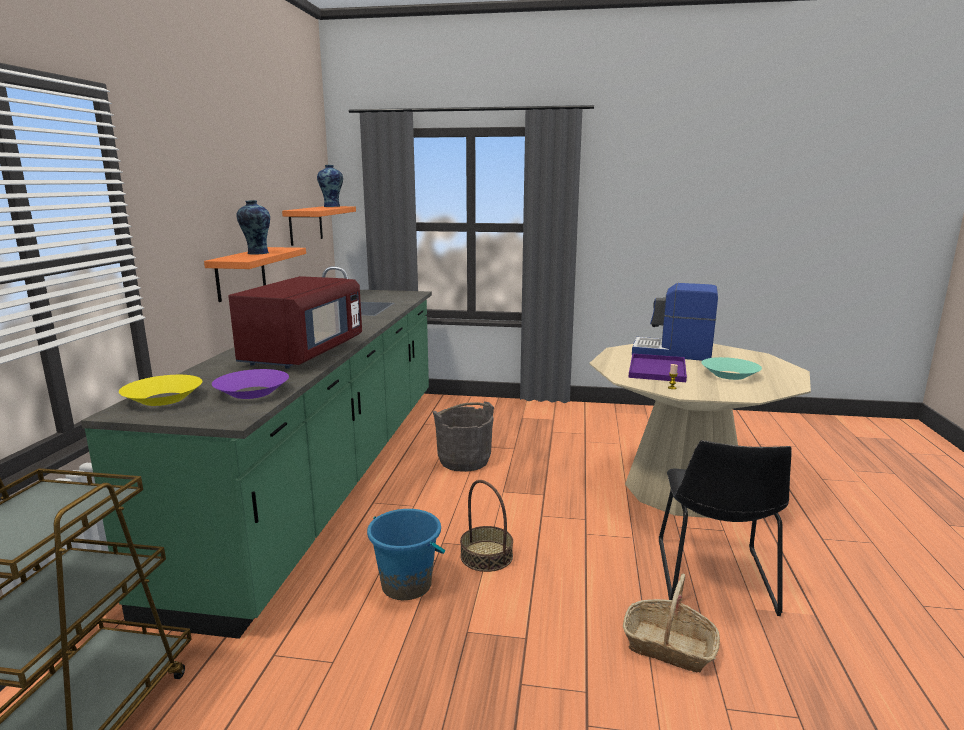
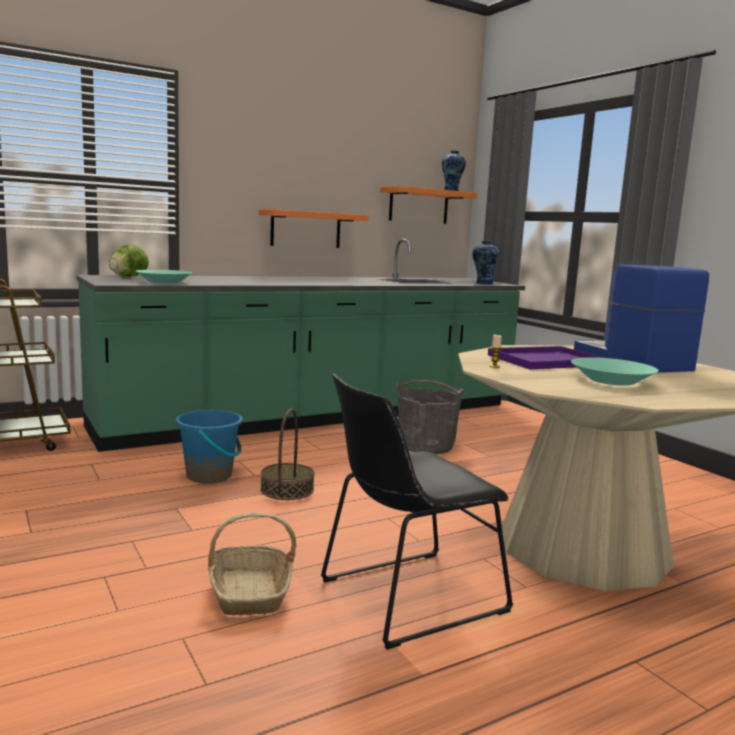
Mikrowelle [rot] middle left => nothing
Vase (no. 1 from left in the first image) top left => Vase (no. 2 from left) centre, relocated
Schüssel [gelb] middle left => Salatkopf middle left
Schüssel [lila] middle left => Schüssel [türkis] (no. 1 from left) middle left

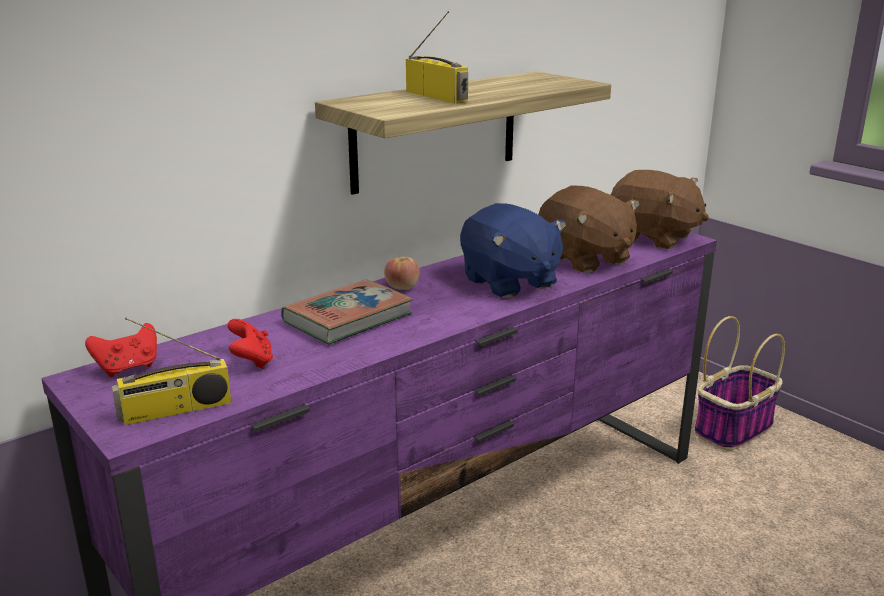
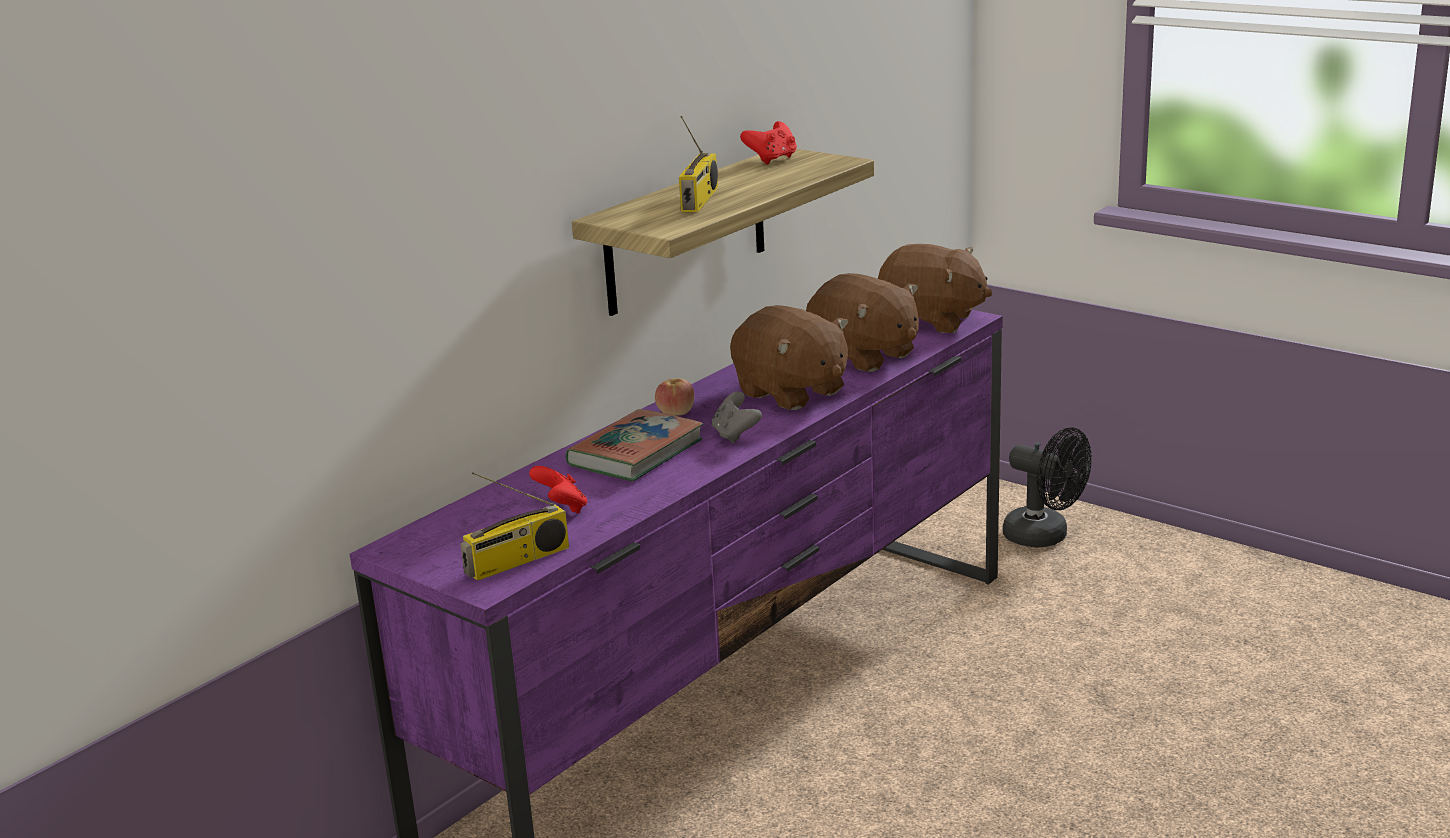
nothing => Gamepad [grau] centre
Gamepad [rot] (no. 1 from left in the first image) middle left => Gamepad [rot] (no. 2 from left) top centre, relocated
Korb middle right => Ventilator [schwarz] middle right
Plüschtier [blau] centre => Plüschtier [braun] (no. 1 from left) centre
Radio (no. 2 from left) top centre, 60 degrees clockwise

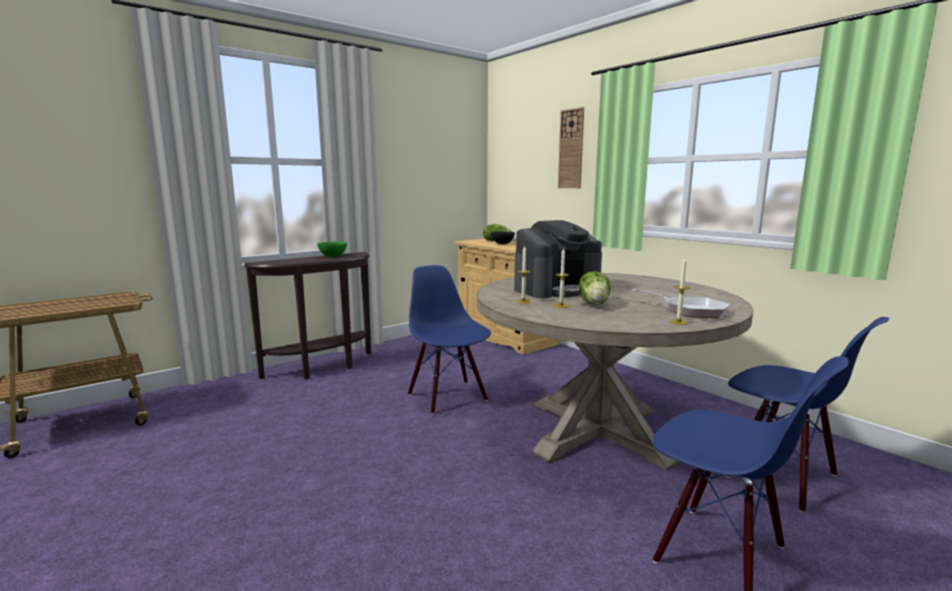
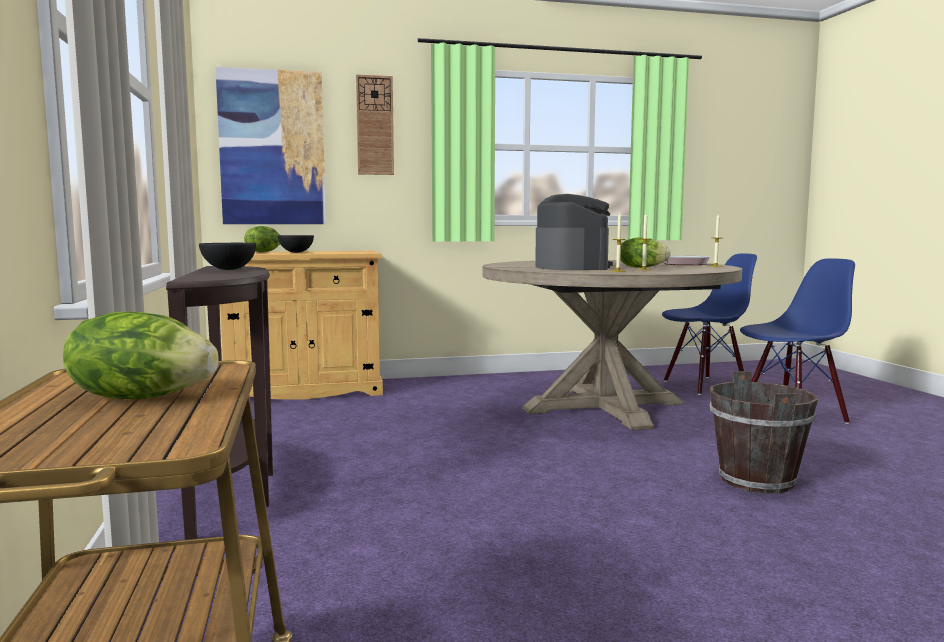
Stuhl [blau] (no. 1 from left) centre => nothing
nothing => Salatkopf (no. 1 from left) middle left
nothing => Bild top left
nothing => Eimer [braun] bottom right
Schüssel [grün] centre => Schüssel [schwarz] (no. 1 from left) middle left

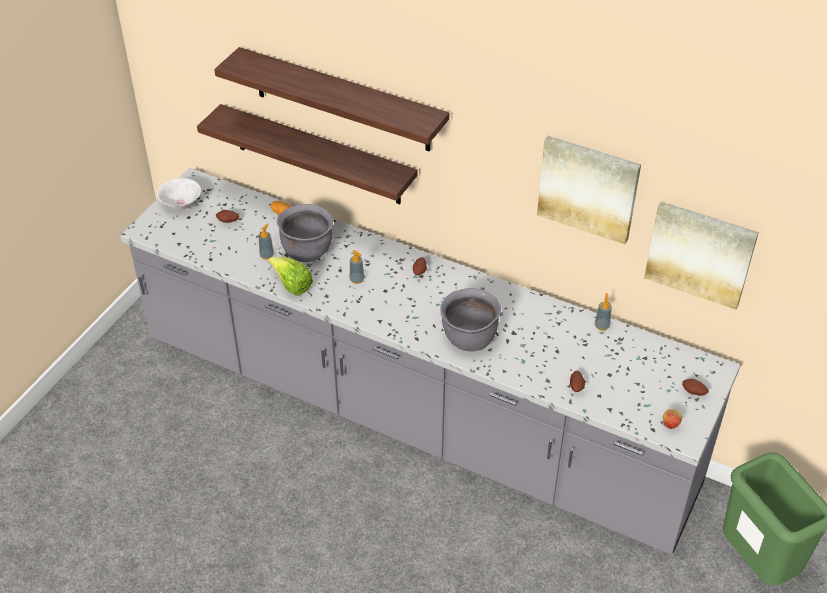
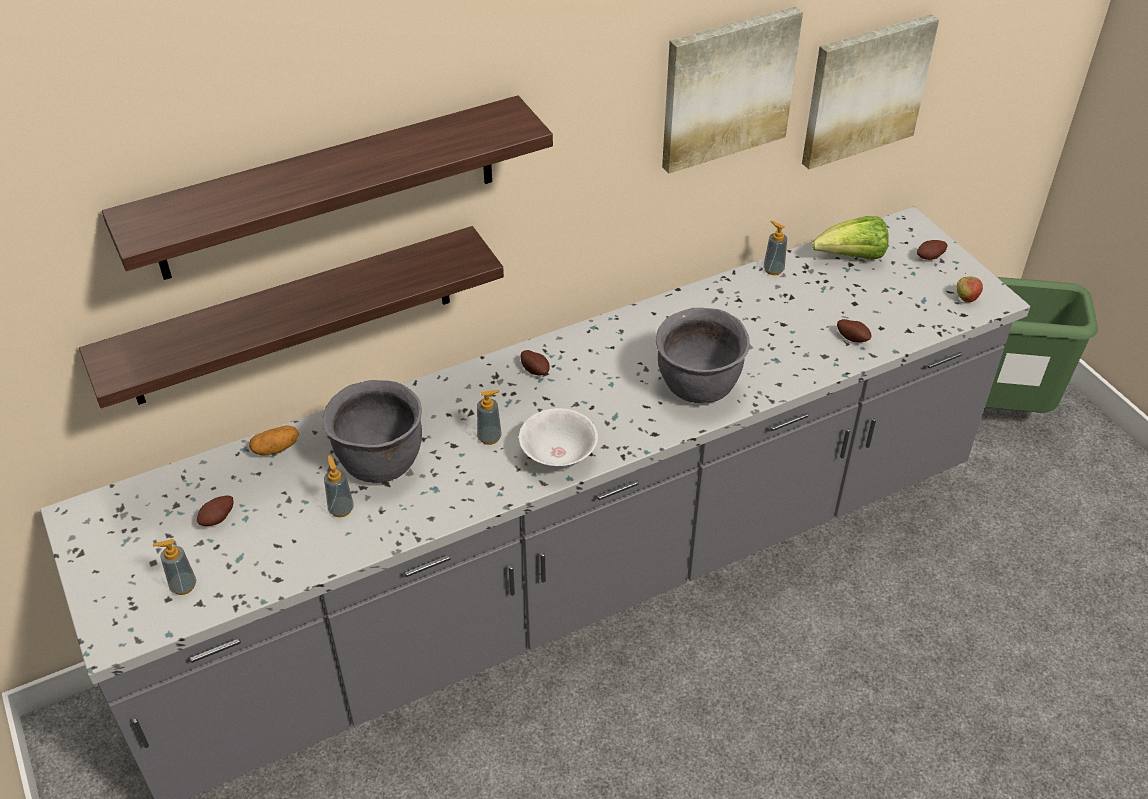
nothing => Seifenspender (no. 1 from left) bottom left
Schüssel [weiß] top left => Schüssel [weiß] centre, relocated
Salatkopf centre => Salatkopf top right, relocated

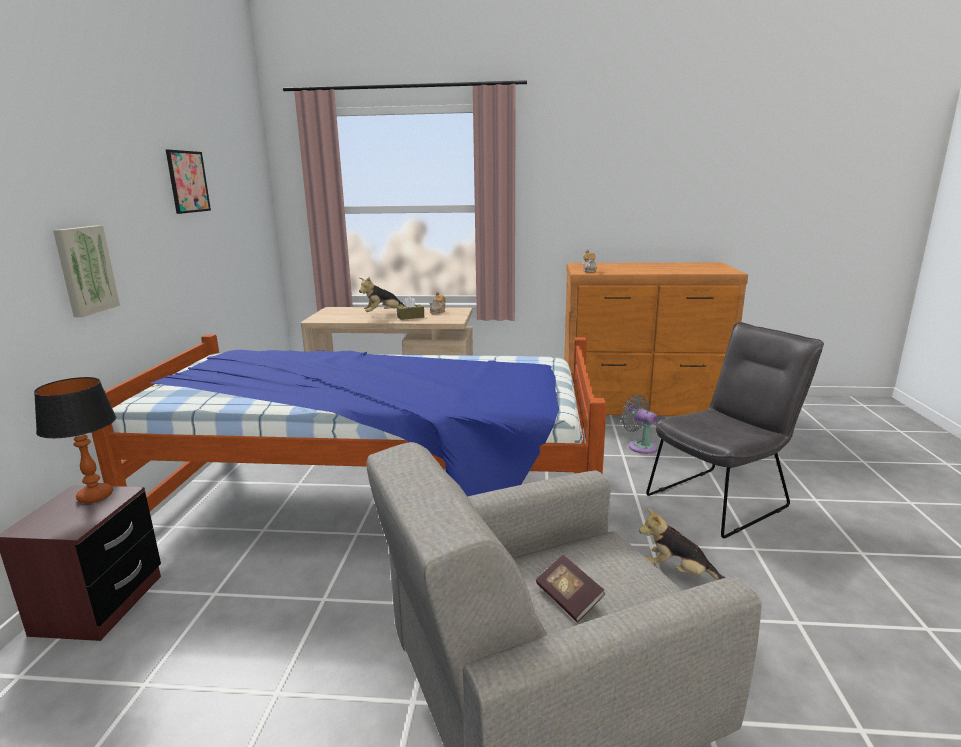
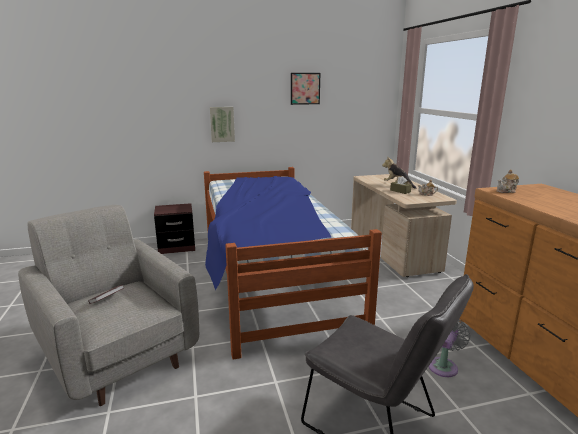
Tischlampe middle left => nothing
Plüschtier (no. 2 from left) bottom right => nothing

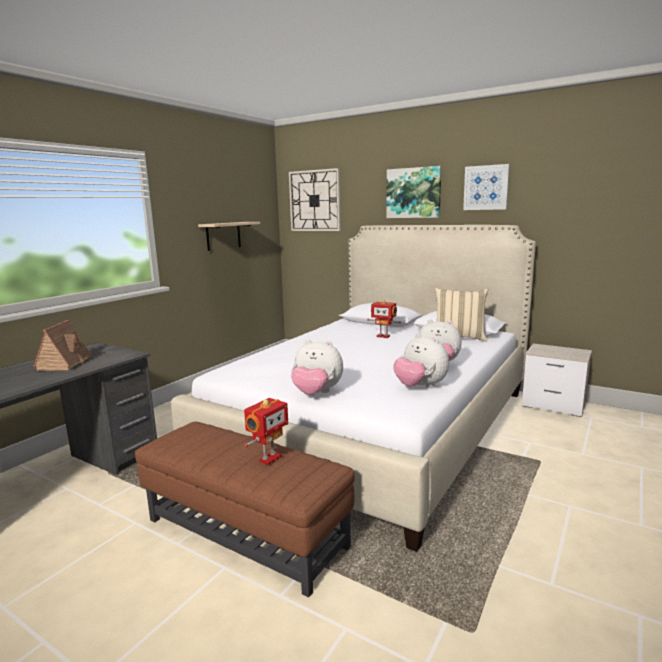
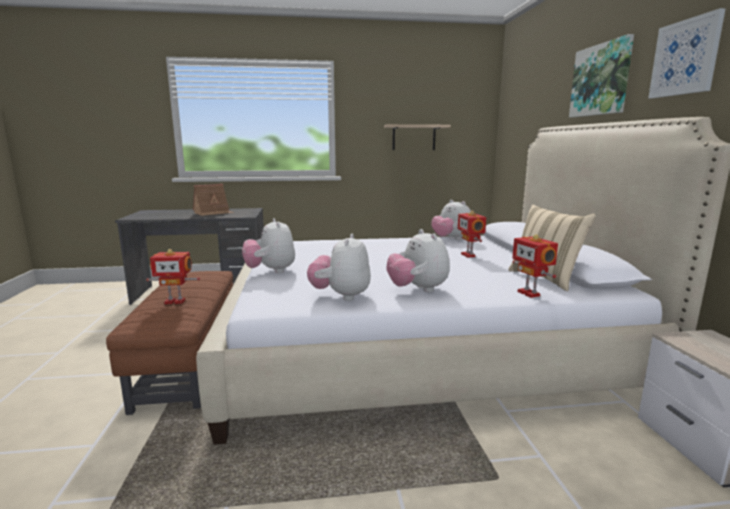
Wanduhr top centre => nothing
nothing => Plüschtier (no. 4 from left) centre
nothing => Spielzeugroboter (no. 3 from left) middle right

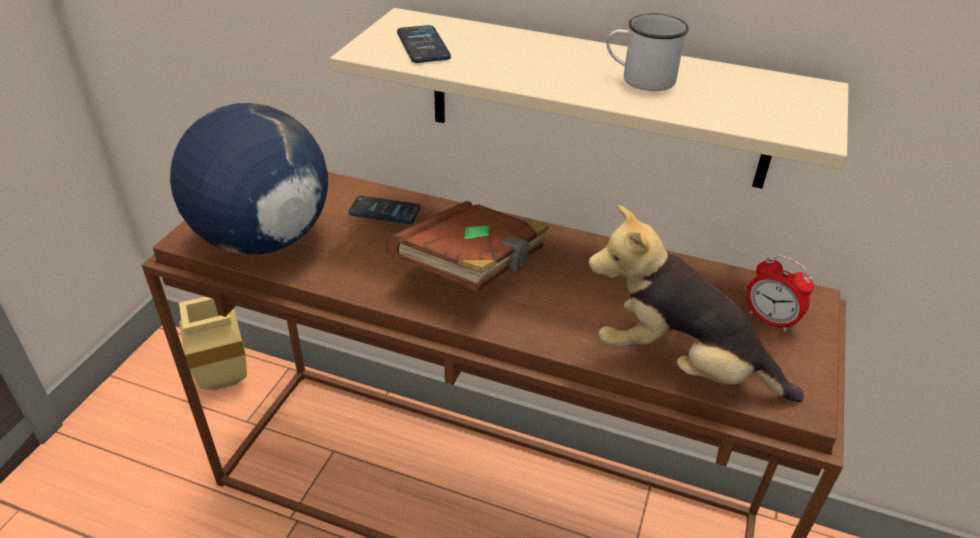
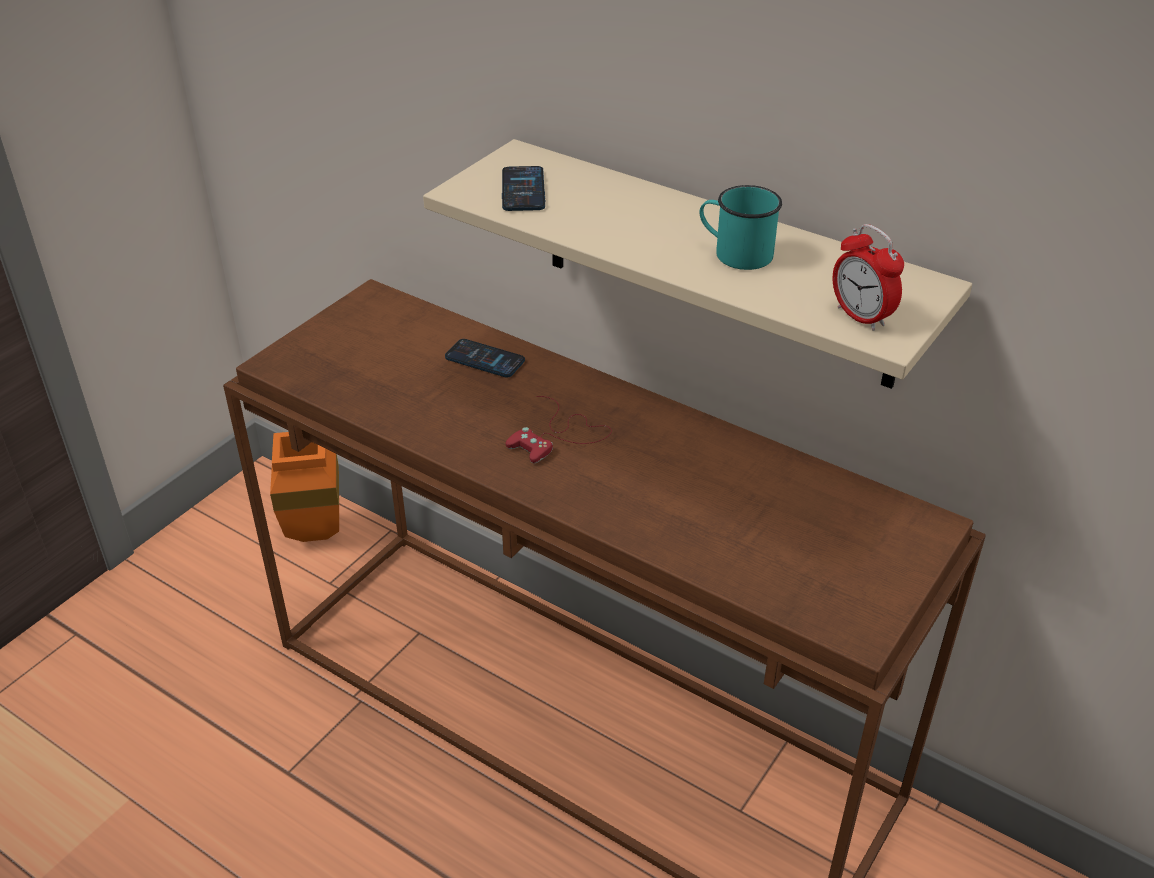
Globus top left => nothing
Plüschtier middle right => nothing
Wecker middle right => Wecker top right, relocated
Buch [braun] centre => Gamepad [rot] centre
Vase [beige] middle left => Vase [orange] middle left
Henkelbecher [weiß] top centre => Henkelbecher [türkis] top centre

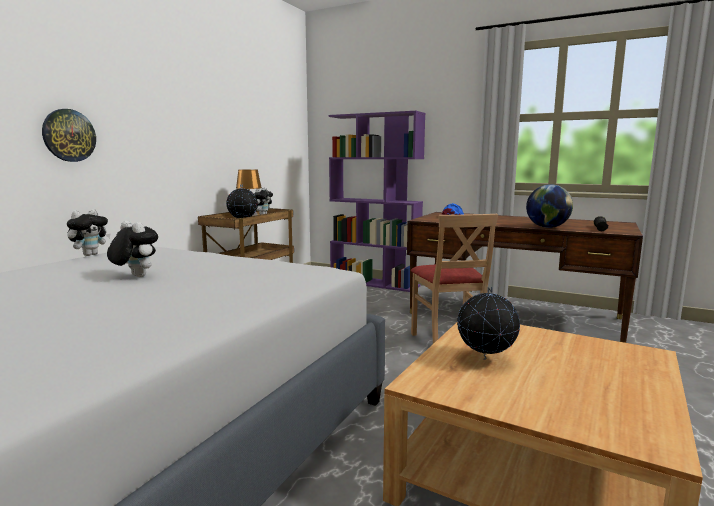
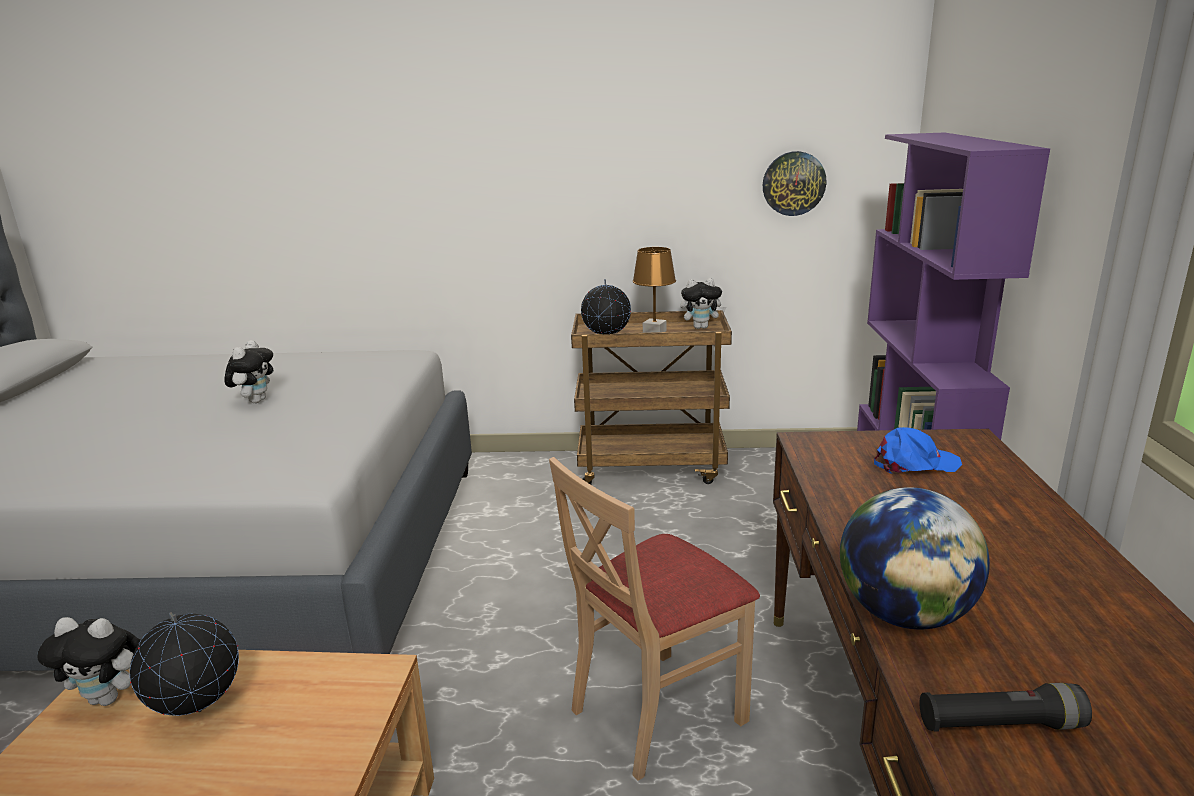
Wanduhr top left => Wanduhr top centre, relocated
Plüschtier (no. 1 from left) middle left => Plüschtier (no. 1 from left) bottom left, relocated

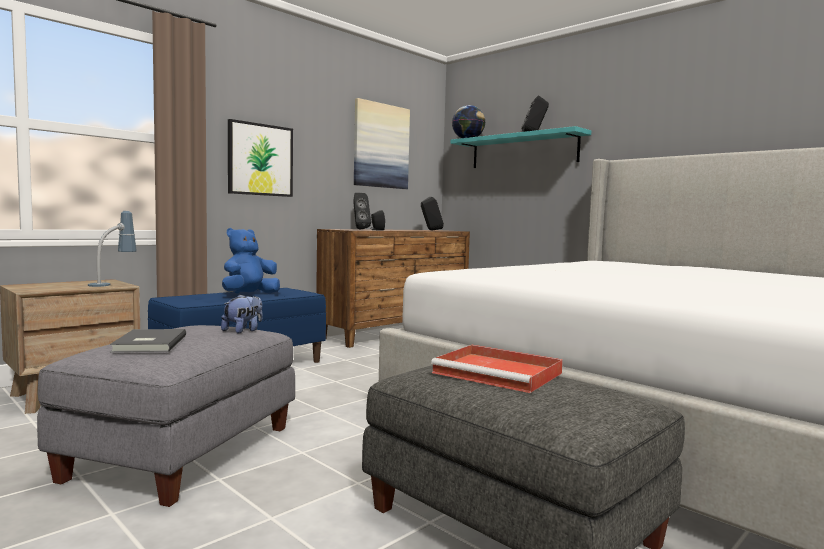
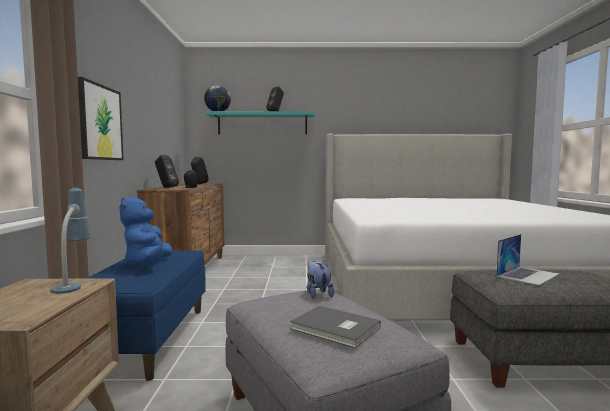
Bild (no. 2 from left) top centre => nothing
Tablett [rot] bottom centre => Laptop middle right

